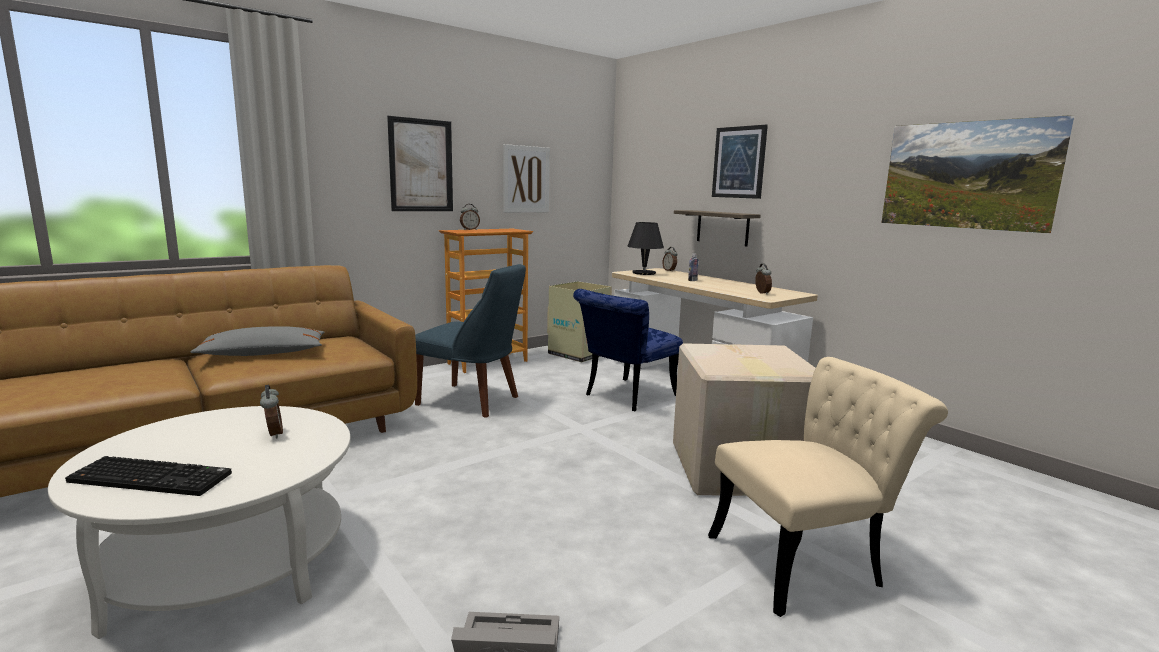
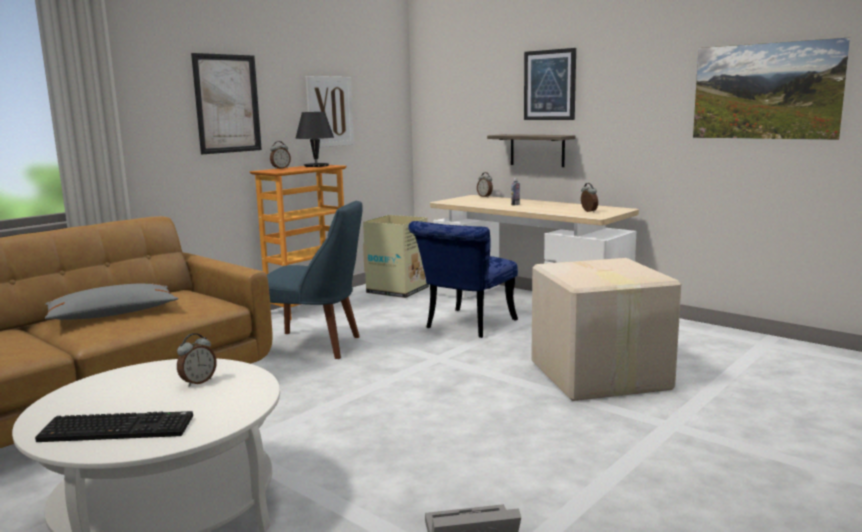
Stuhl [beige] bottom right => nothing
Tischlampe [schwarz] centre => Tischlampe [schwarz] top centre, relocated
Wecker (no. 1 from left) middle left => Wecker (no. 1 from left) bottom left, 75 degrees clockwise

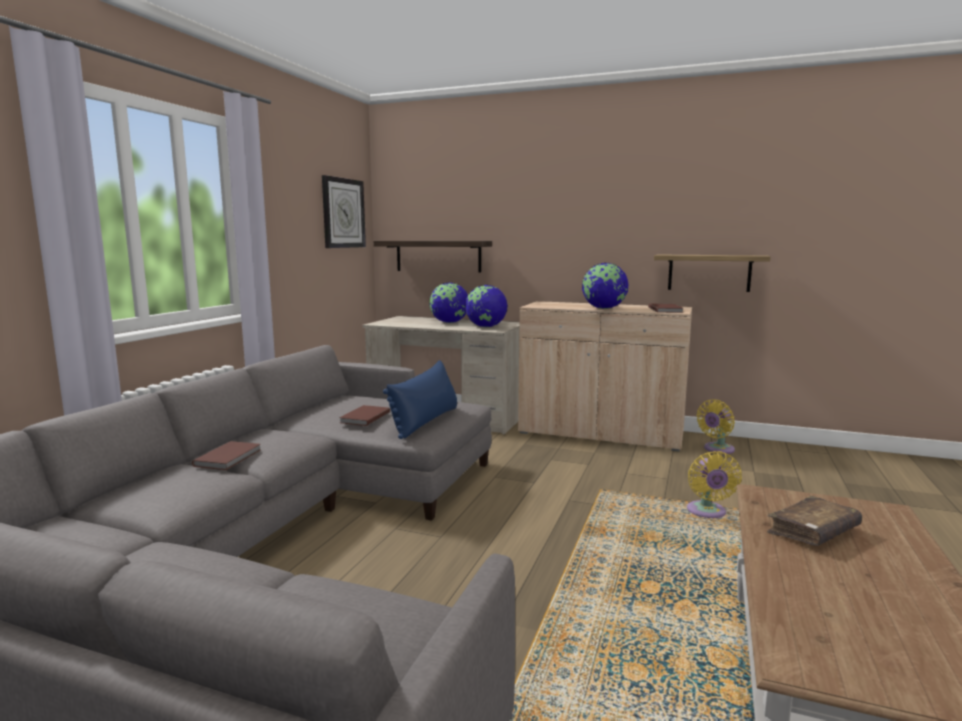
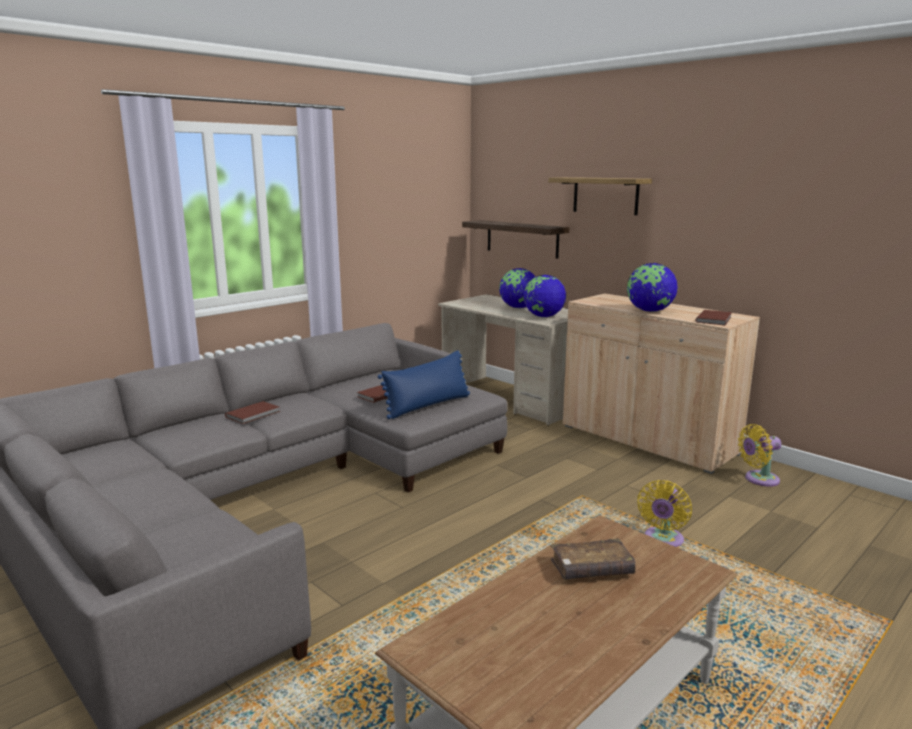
Wanduhr top centre => nothing
Wandregal (no. 2 from left) middle right => Wandregal (no. 2 from left) top centre, relocated

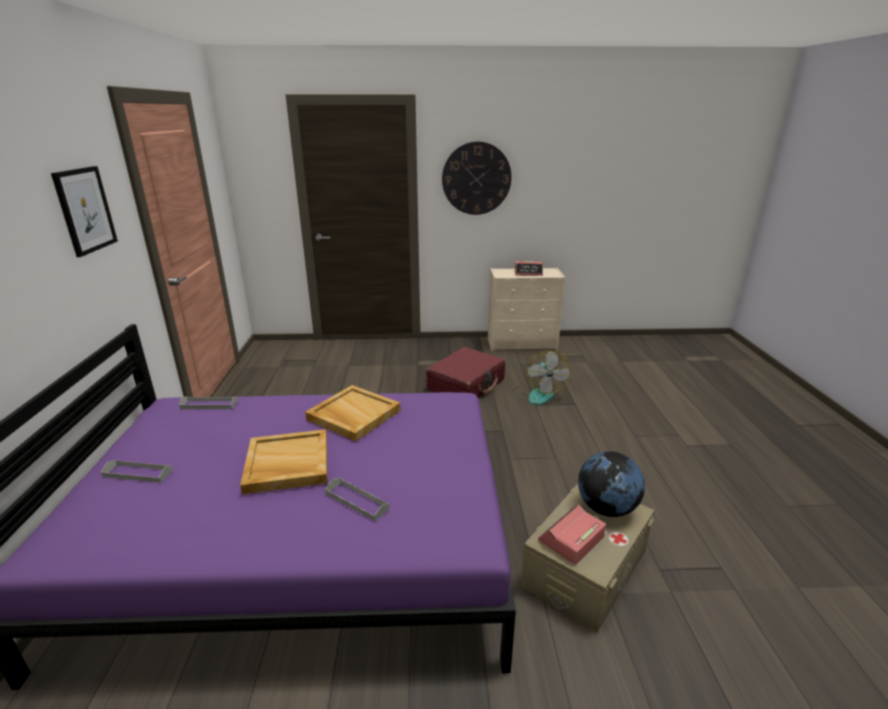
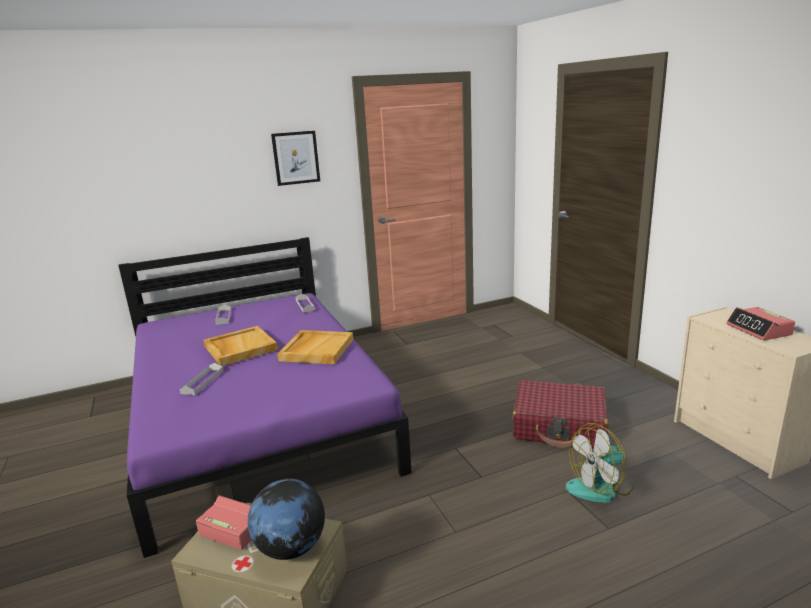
Wanduhr top centre => nothing

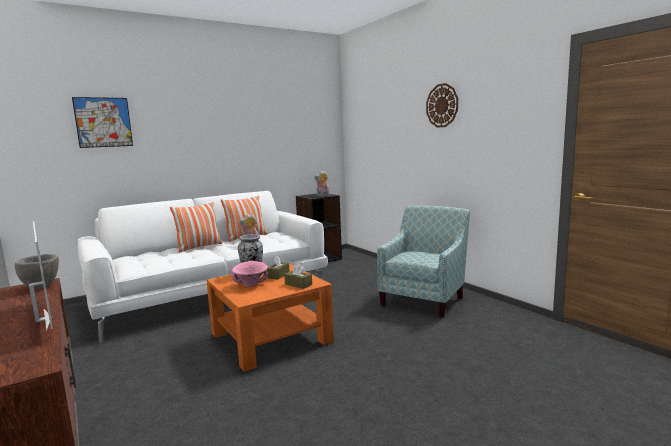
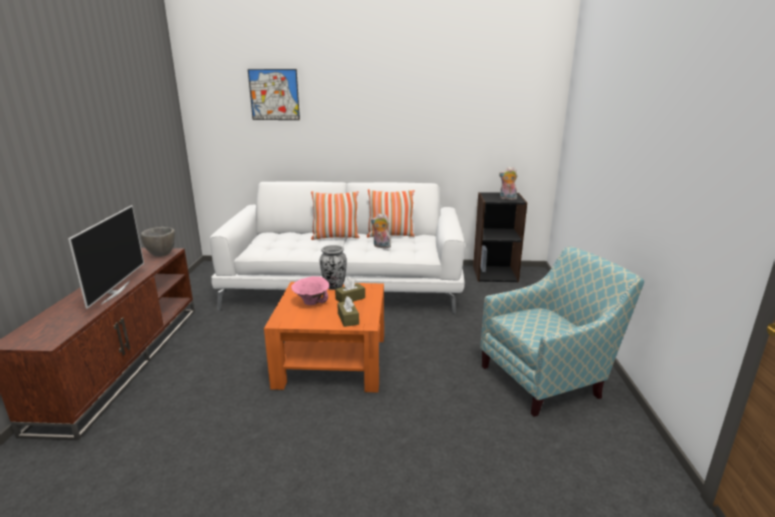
Wanduhr top centre => nothing

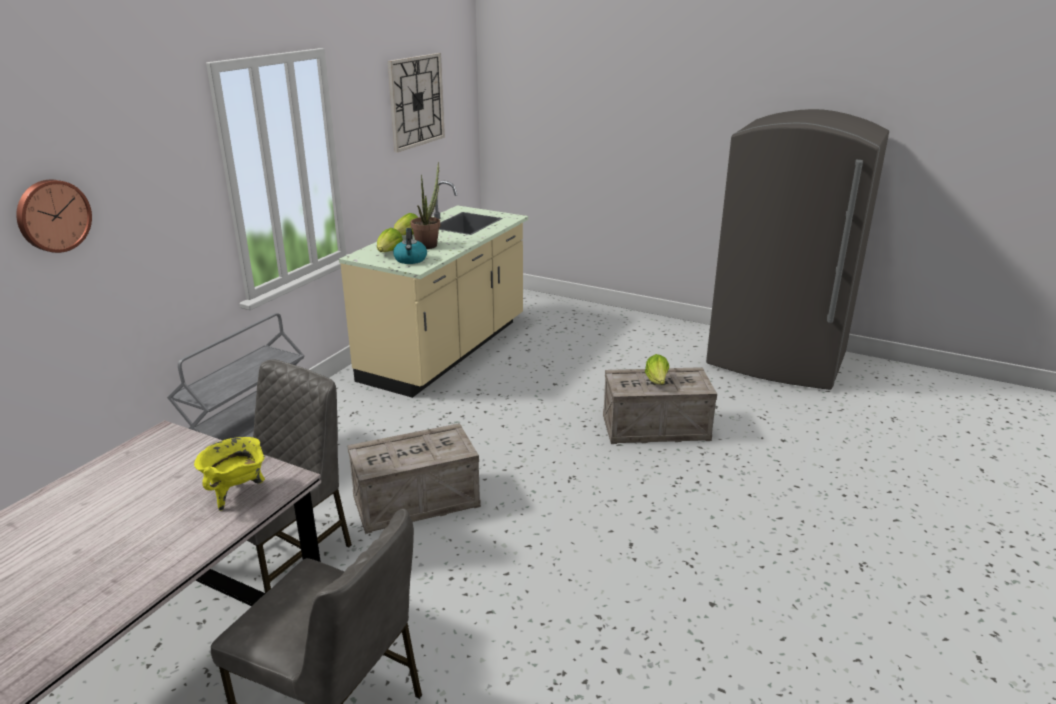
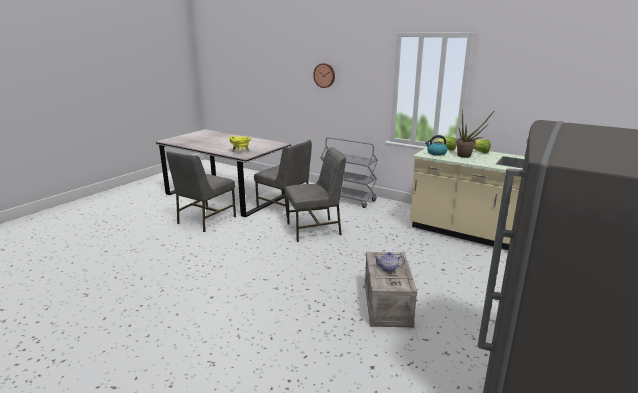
Wanduhr (no. 2 from left) top centre => nothing
Kiste (no. 1 from left) bottom centre => Stuhl [grau] (no. 3 from left) centre
Salatkopf (no. 3 from left) centre => Teekanne bottom centre

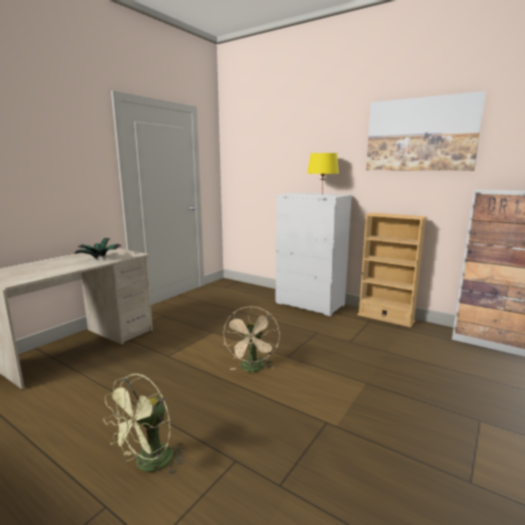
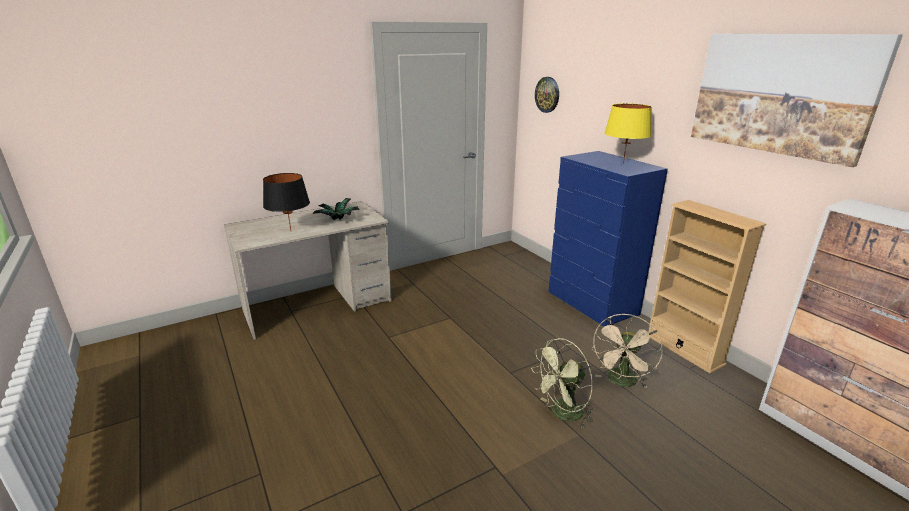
nothing => Tischlampe [schwarz] middle left
nothing => Wanduhr top centre
Ventilator [grün] bottom left => Ventilator [grün] bottom centre, relocated
Ventilator [beige] centre => Ventilator [beige] bottom right, relocated
Kommode [weiß] centre => Kommode [blau] middle right

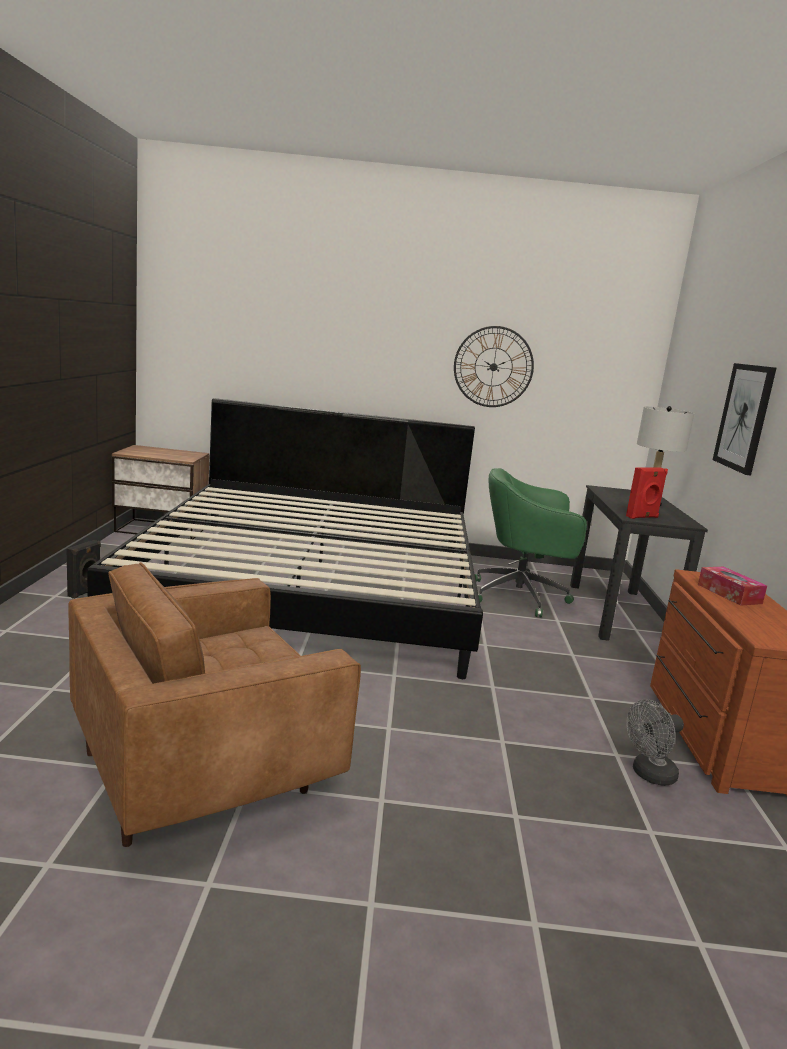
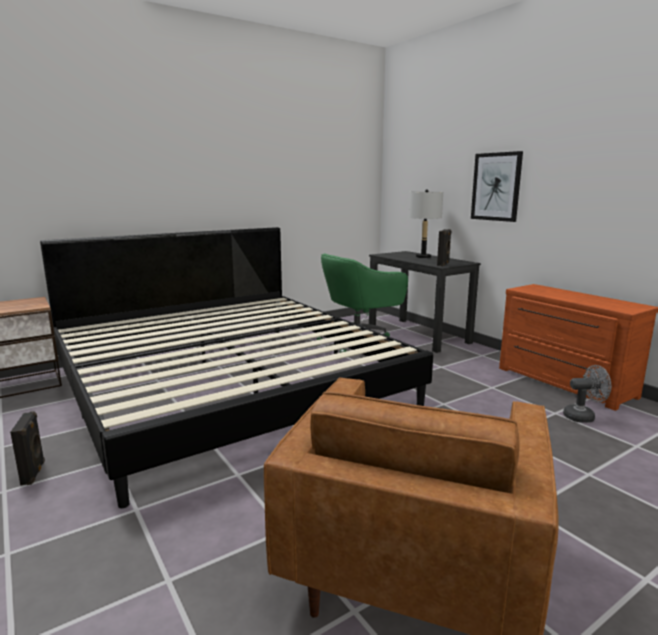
Wanduhr centre => nothing
Taschentuchbox middle right => nothing
Lautsprecher [rot] middle right => Lautsprecher [schwarz] (no. 2 from left) middle right
Ventilator [grau] bottom right => Ventilator [grau] middle right, 120 degrees counterclockwise

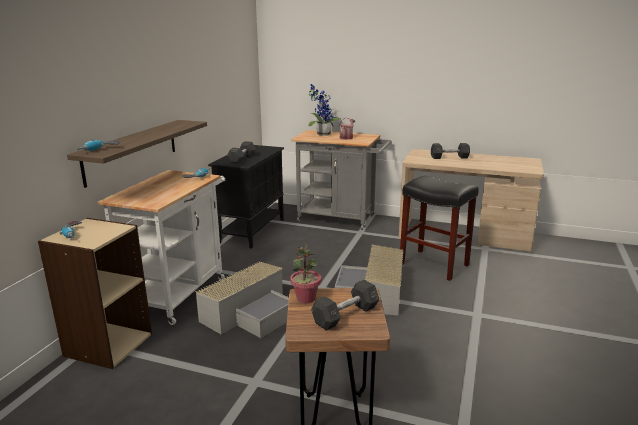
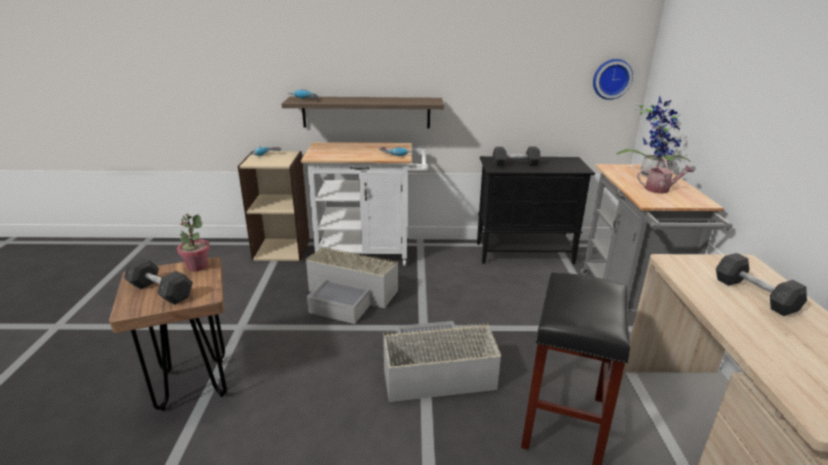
nothing => Wanduhr top right

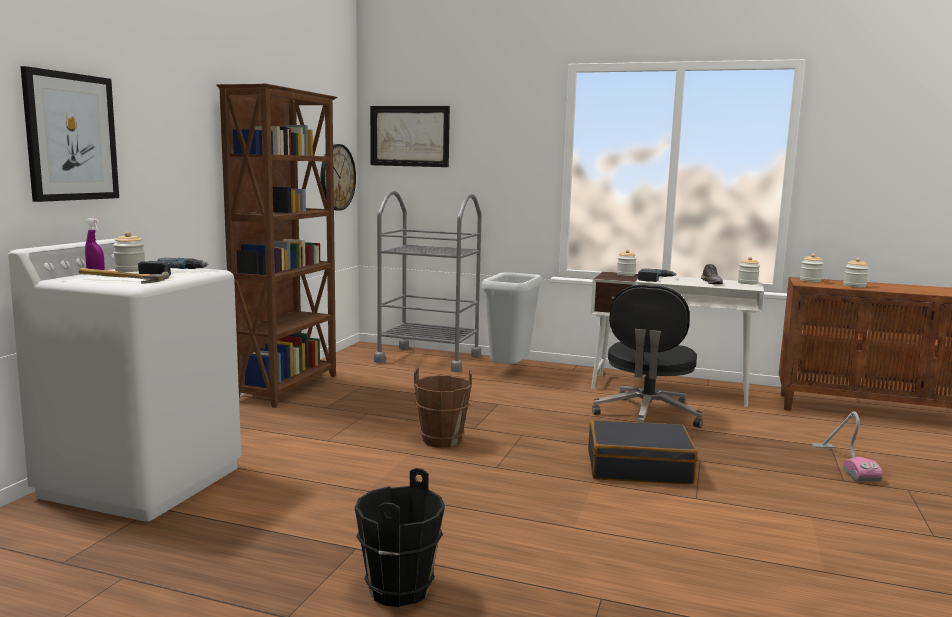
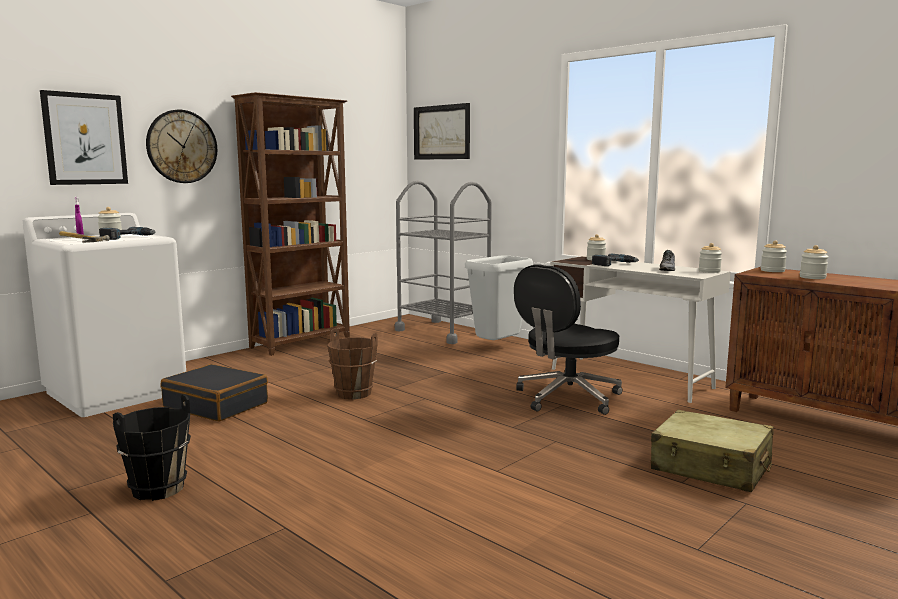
Wanduhr top centre => Wanduhr top left, relocated
Koffer [schwarz] bottom right => Koffer [schwarz] middle left, relocated
Staubsauger bottom right => Koffer [beige] bottom right

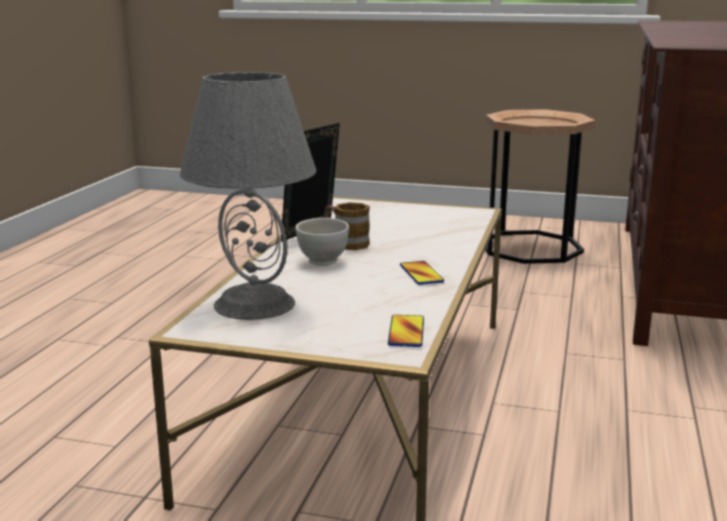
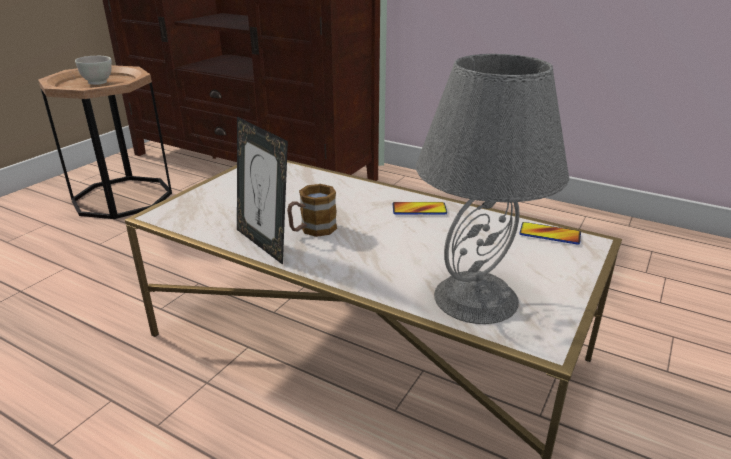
Schüssel [weiß] centre => Schüssel [weiß] top left, relocated

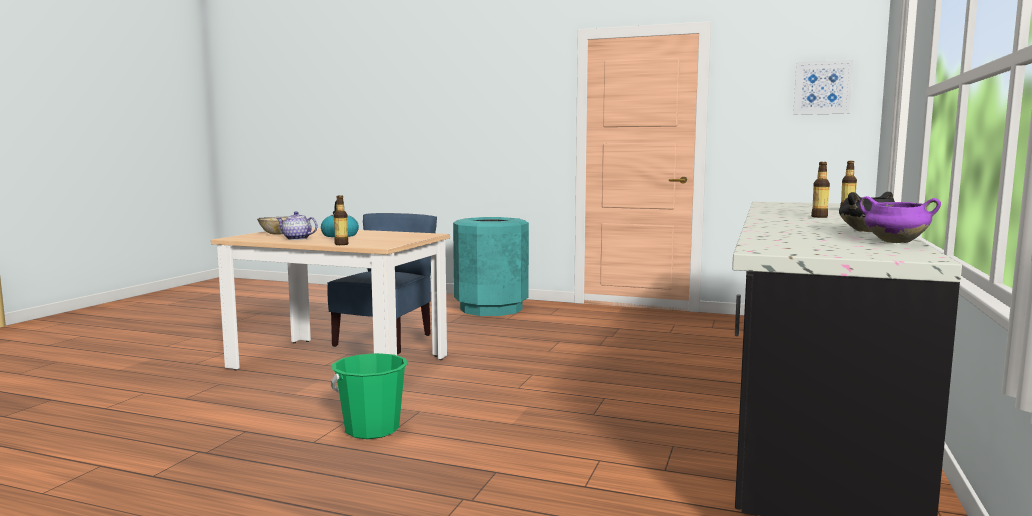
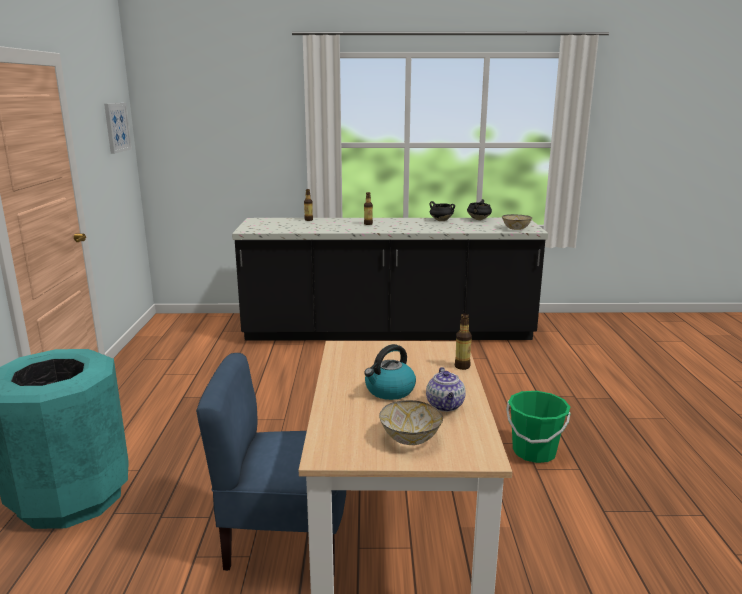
nothing => Schüssel (no. 2 from left) middle right
Kochtopf [lila] middle right => Kochtopf [schwarz] (no. 2 from left) centre

